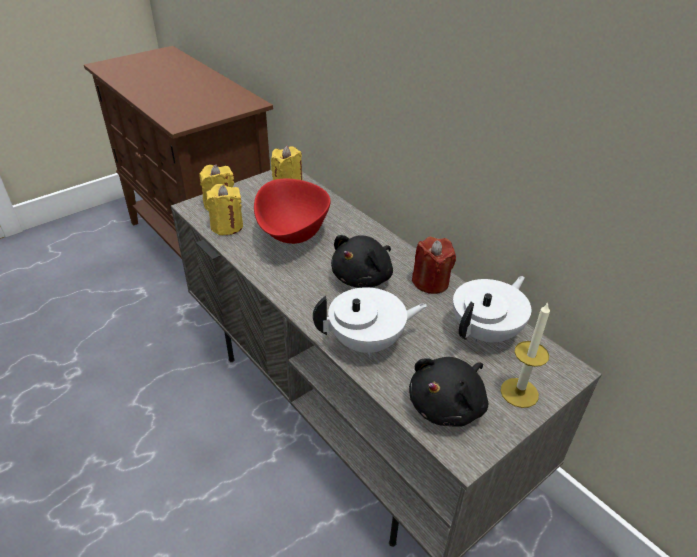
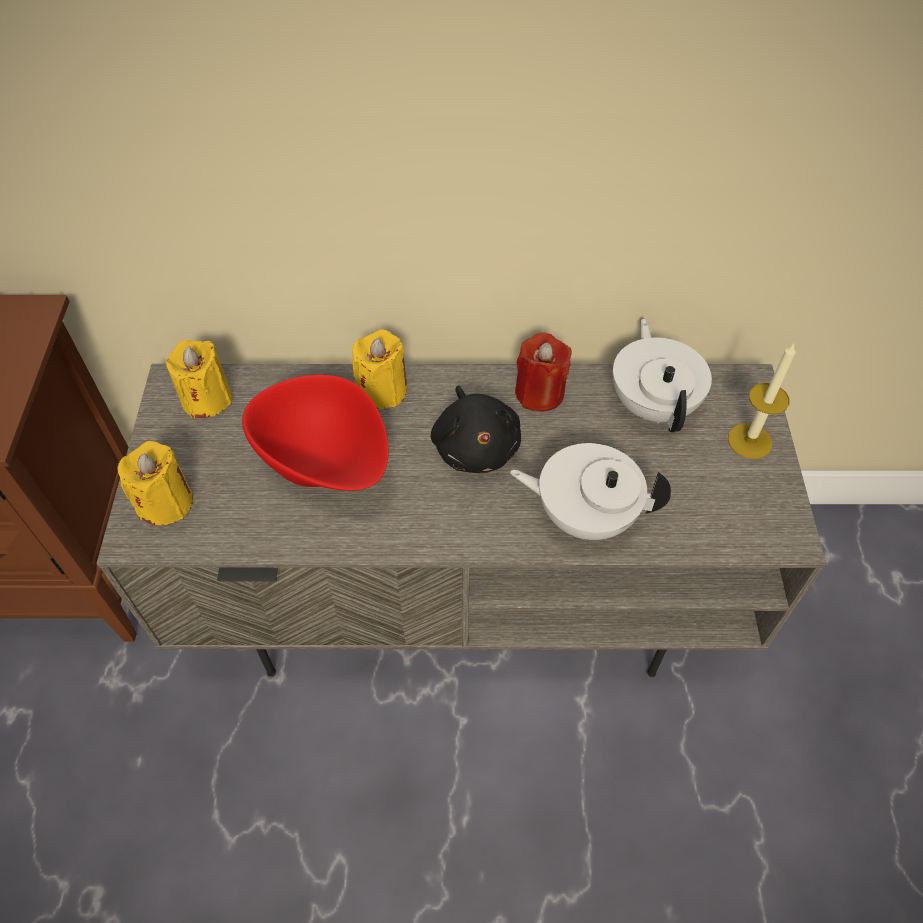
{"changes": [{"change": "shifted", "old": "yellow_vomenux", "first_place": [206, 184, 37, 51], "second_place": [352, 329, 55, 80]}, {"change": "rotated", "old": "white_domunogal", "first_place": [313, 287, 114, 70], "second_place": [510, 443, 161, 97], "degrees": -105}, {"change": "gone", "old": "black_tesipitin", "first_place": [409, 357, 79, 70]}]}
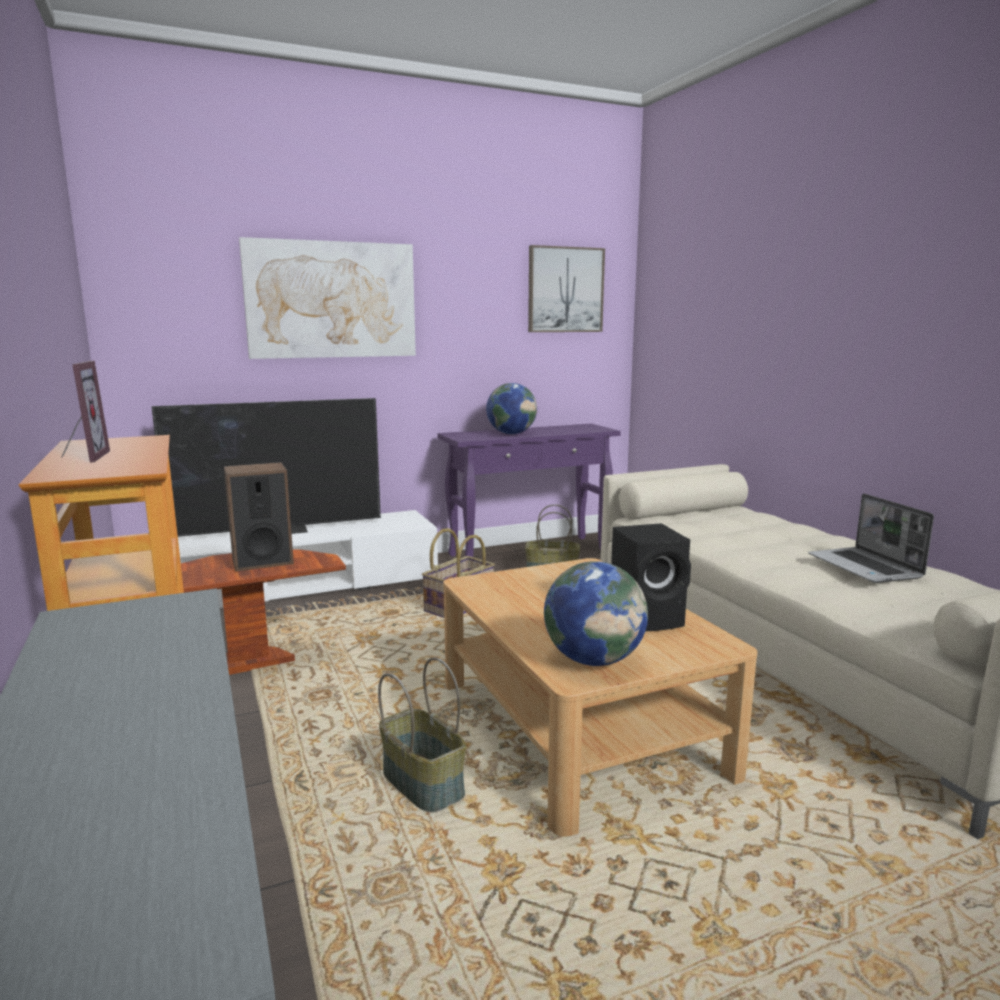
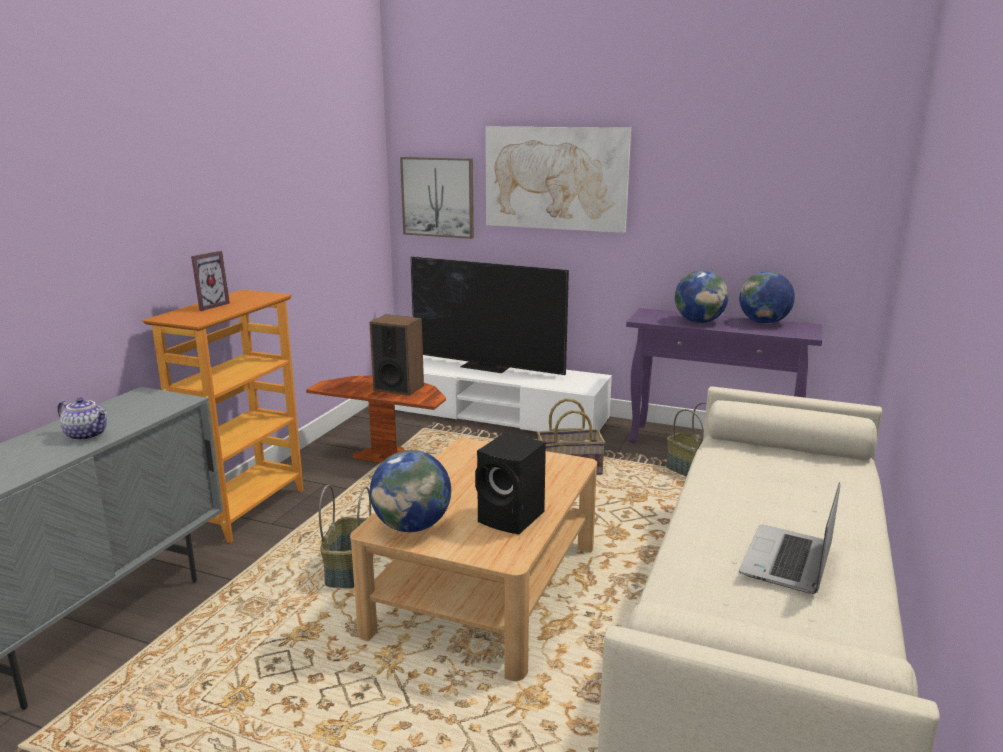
{"changes": [{"change": "shifted", "old": "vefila", "first_place": [528, 245, 77, 87], "second_place": [400, 157, 74, 82]}, {"change": "new", "new": "domunogal", "second_place": [58, 397, 49, 44]}, {"change": "new", "new": "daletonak", "second_place": [739, 271, 56, 53]}]}
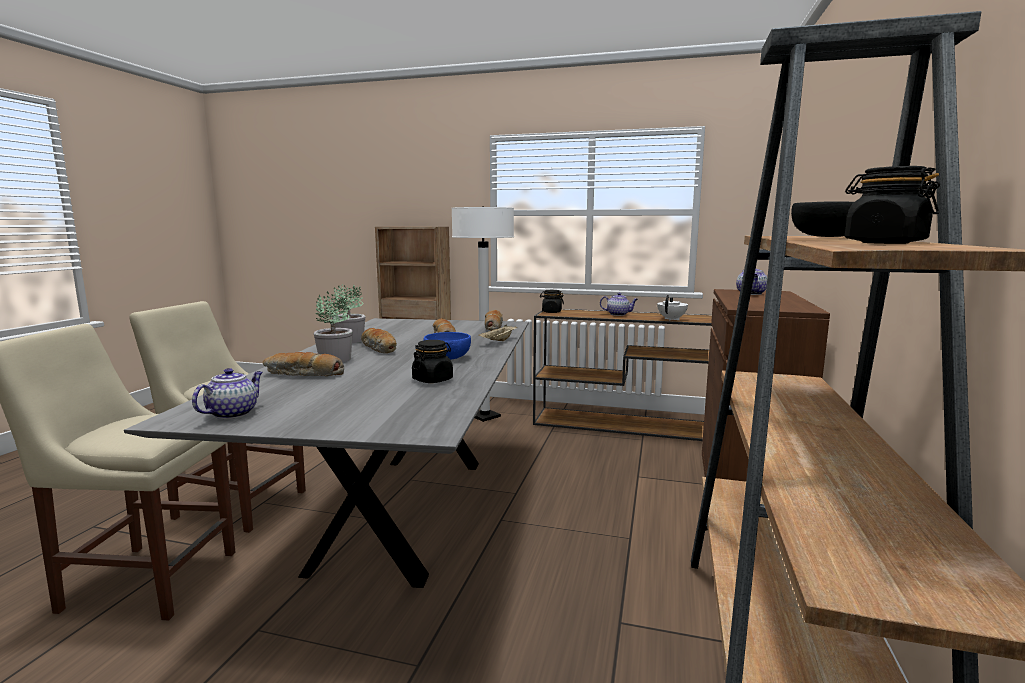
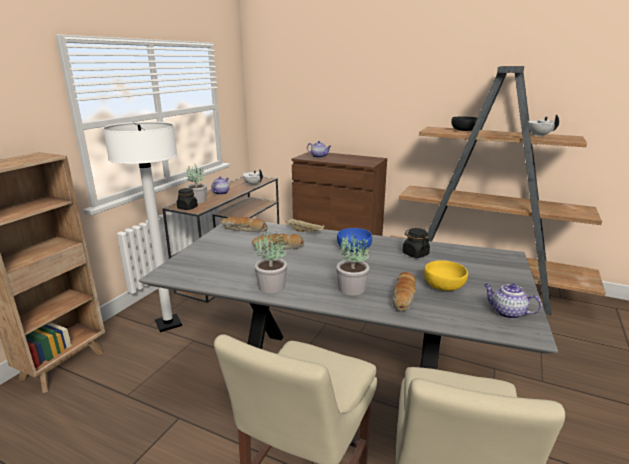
{"changes": [{"change": "gone", "old": "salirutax", "first_place": [361, 328, 36, 25]}, {"change": "swapped", "old": "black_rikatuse", "new": "white_domunogal", "first_place": [845, 166, 95, 78], "second_place": [528, 114, 31, 23]}, {"change": "new", "new": "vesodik", "second_place": [186, 164, 21, 39]}, {"change": "new", "new": "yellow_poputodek", "second_place": [424, 260, 44, 31]}]}
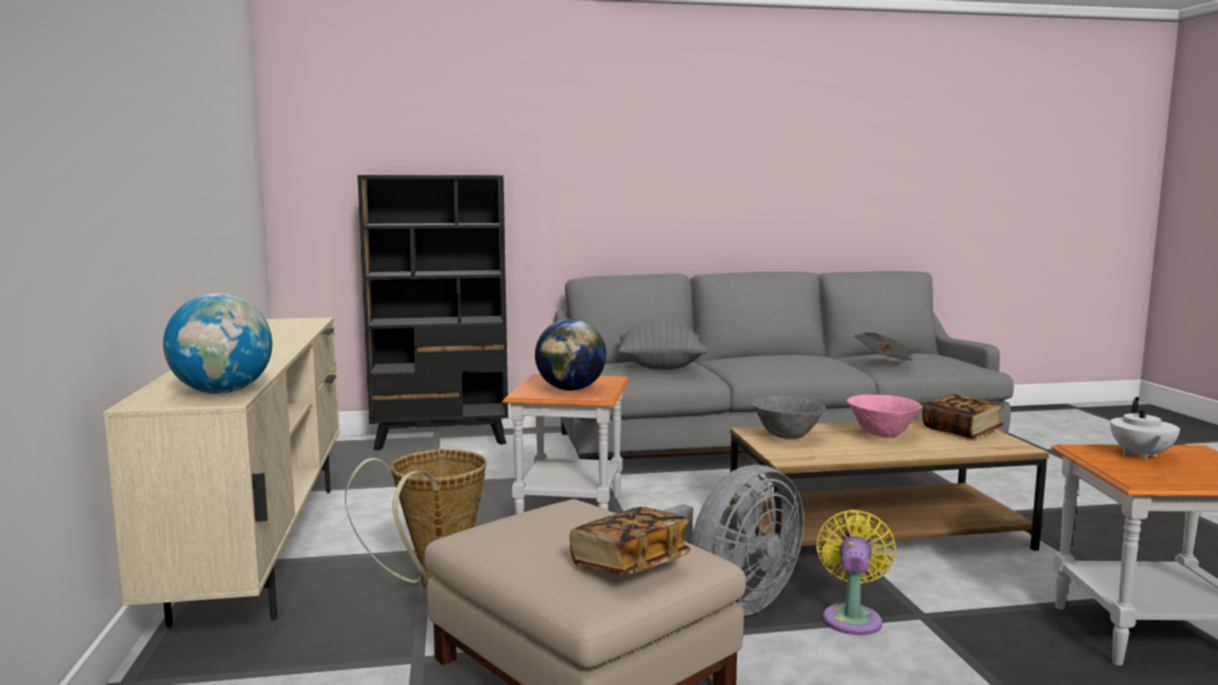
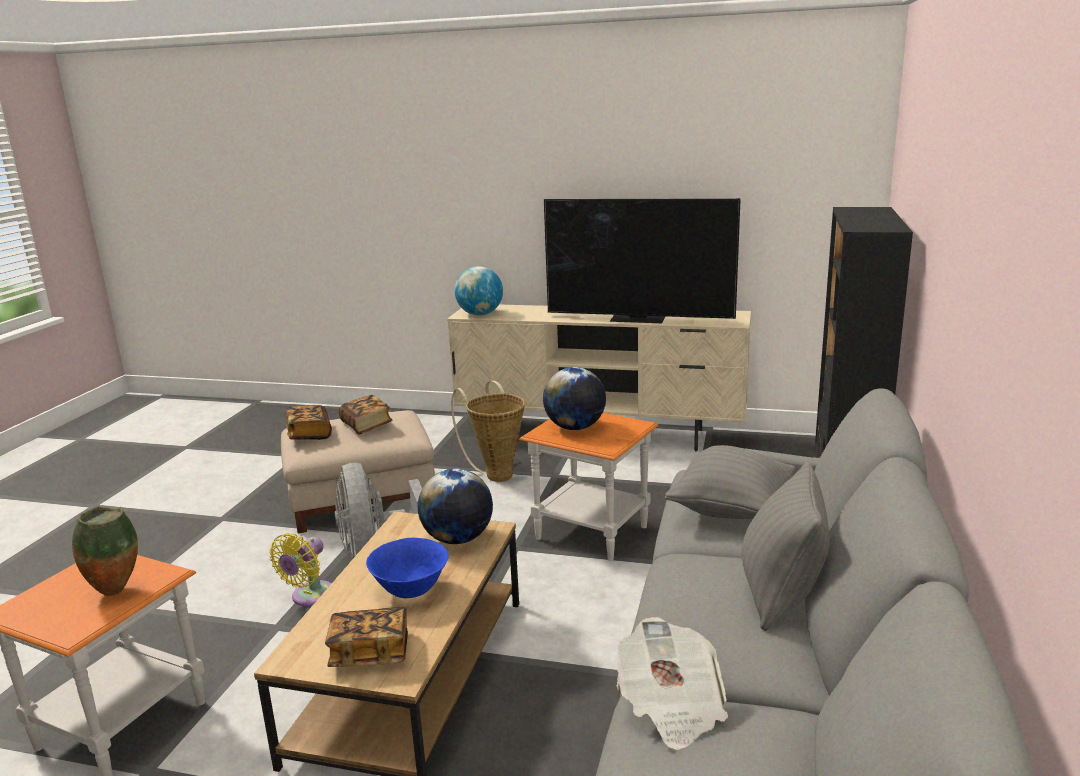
{"changes": [{"change": "swapped", "old": "grey_poputodek", "new": "daletonak", "first_place": [752, 396, 74, 43], "second_place": [418, 469, 75, 75]}, {"change": "rotated", "old": "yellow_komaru", "first_place": [816, 510, 80, 125], "second_place": [269, 533, 62, 74], "degrees": 75}, {"change": "repainted", "old": "pink_poputodek", "new": "blue_poputodek", "first_place": [847, 394, 75, 44], "second_place": [366, 538, 83, 60]}, {"change": "swapped", "old": "white_domunogal", "new": "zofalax", "first_place": [1110, 397, 70, 63], "second_place": [72, 506, 66, 90]}, {"change": "new", "new": "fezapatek", "second_place": [339, 395, 54, 40]}, {"change": "new", "new": "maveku", "second_place": [544, 198, 197, 125]}, {"change": "new", "new": "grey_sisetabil", "second_place": [742, 461, 88, 170]}]}
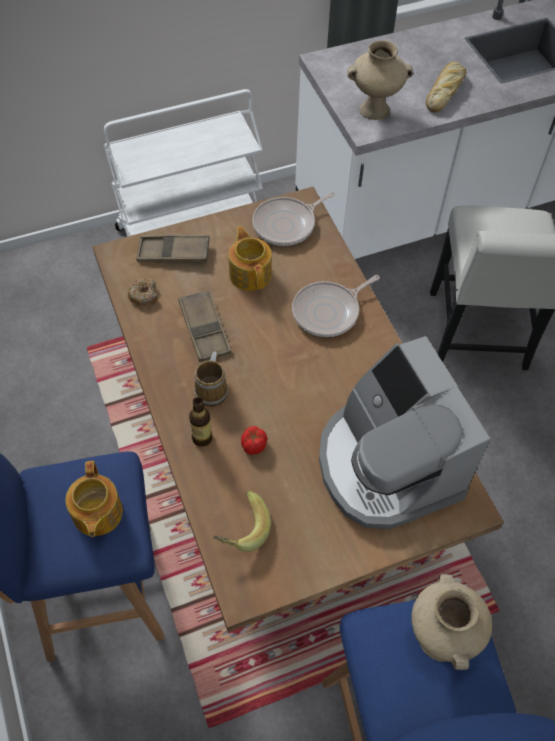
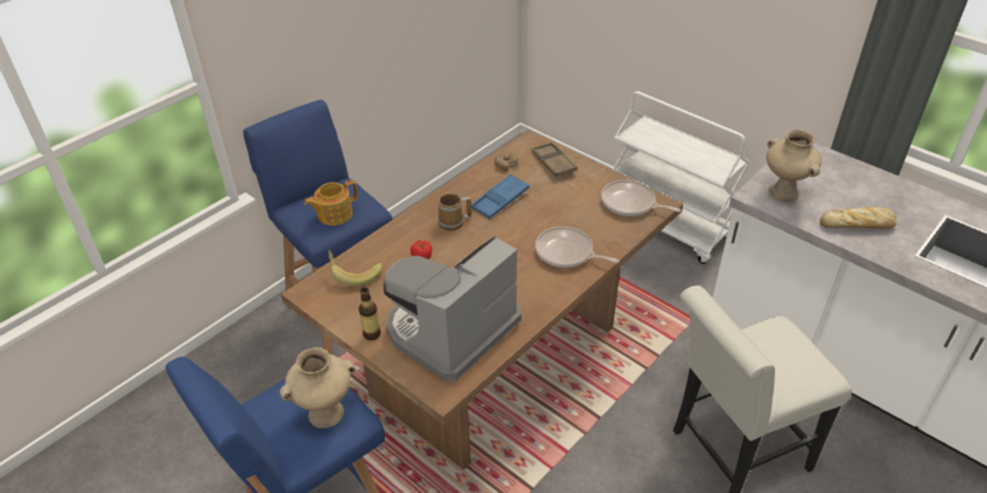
{"changes": [{"change": "repainted", "old": "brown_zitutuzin", "new": "blue_zitutuzin", "first_place": [178, 290, 53, 72], "second_place": [471, 174, 59, 45]}, {"change": "shifted", "old": "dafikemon", "first_place": [189, 397, 24, 50], "second_place": [359, 287, 22, 53]}, {"change": "gone", "old": "domunogal", "first_place": [229, 226, 43, 65]}]}
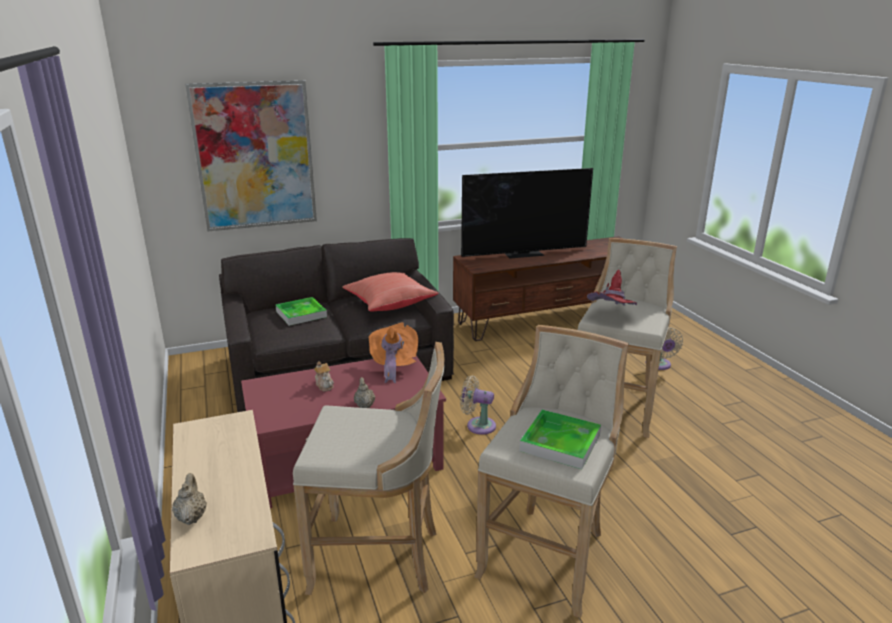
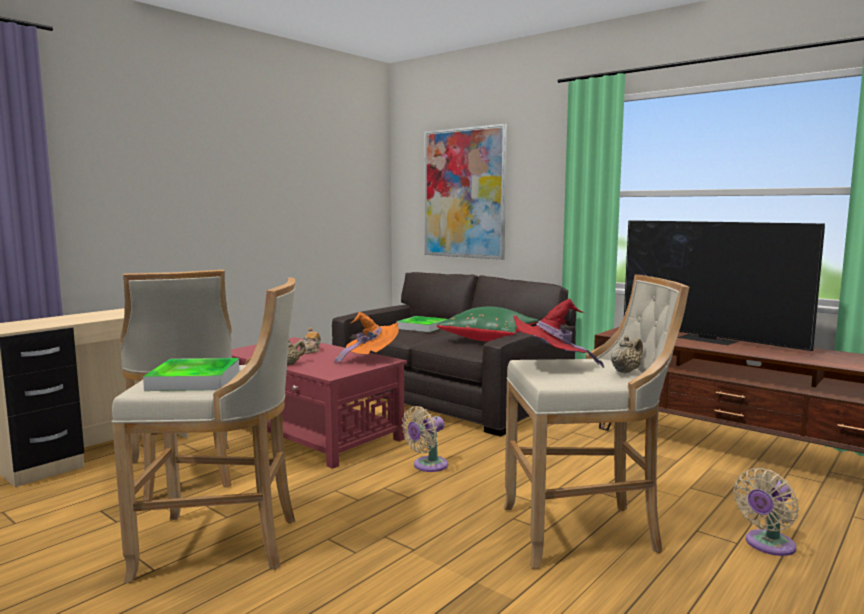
{"changes": [{"change": "shifted", "old": "beige_domunogal", "first_place": [172, 473, 35, 52], "second_place": [611, 336, 32, 37]}, {"change": "repainted", "old": "red_sisetabil", "new": "green_sisetabil", "first_place": [342, 272, 97, 39], "second_place": [436, 307, 103, 35]}, {"change": "rotated", "old": "beige_komaru", "first_place": [460, 375, 36, 60], "second_place": [402, 406, 46, 66], "degrees": -120}]}
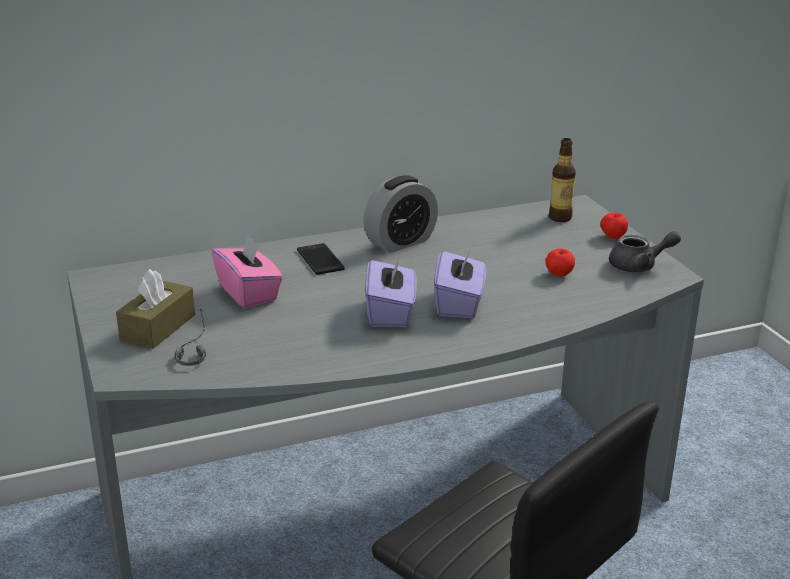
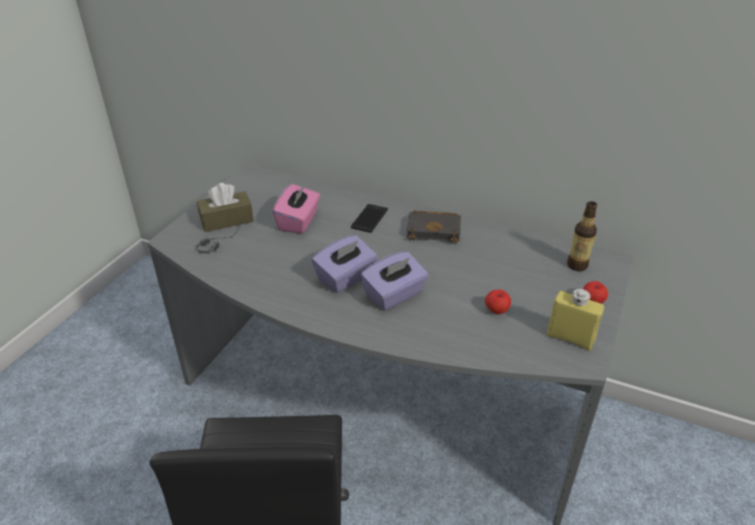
{"changes": [{"change": "swapped", "old": "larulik", "new": "black_fezapatek", "first_place": [363, 175, 75, 78], "second_place": [407, 210, 54, 33]}, {"change": "swapped", "old": "grey_domunogal", "new": "yellow_dafikemon", "first_place": [609, 231, 72, 41], "second_place": [547, 289, 57, 62]}]}
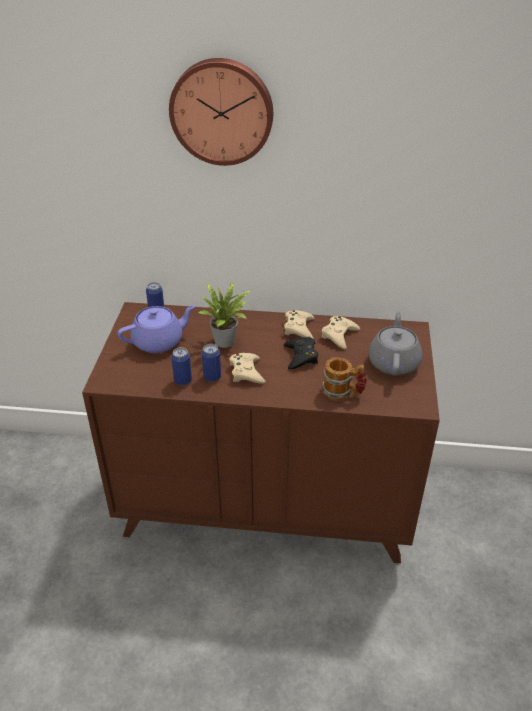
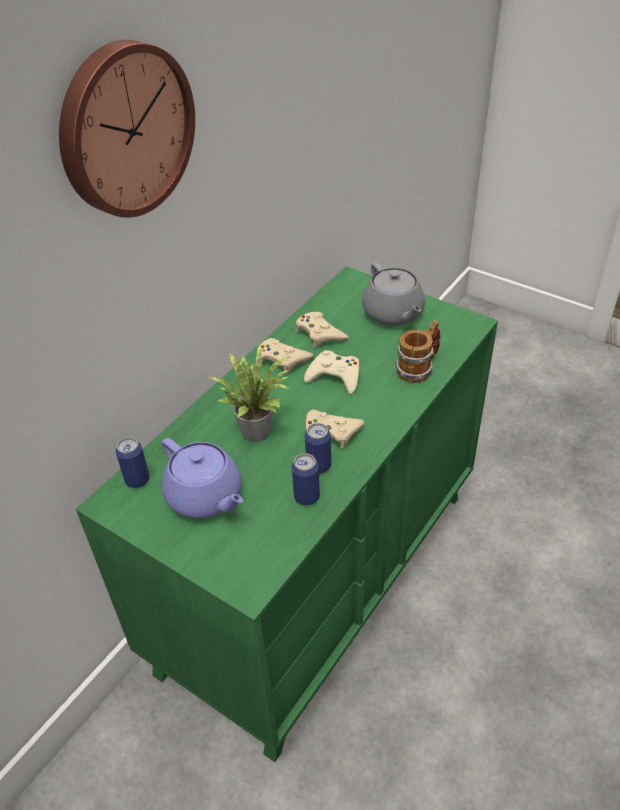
{"changes": [{"change": "repainted", "old": "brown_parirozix", "new": "green_parirozix", "first_place": [82, 302, 358, 261], "second_place": [76, 266, 422, 496]}, {"change": "rotated", "old": "purple_domunogal", "first_place": [117, 305, 79, 48], "second_place": [162, 438, 81, 80], "degrees": 135}, {"change": "repainted", "old": "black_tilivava", "new": "beige_tilivava", "first_place": [284, 337, 34, 32], "second_place": [304, 350, 55, 44]}, {"change": "rotated", "old": "grey_domunogal", "first_place": [368, 311, 54, 64], "second_place": [362, 262, 63, 64], "degrees": -150}]}
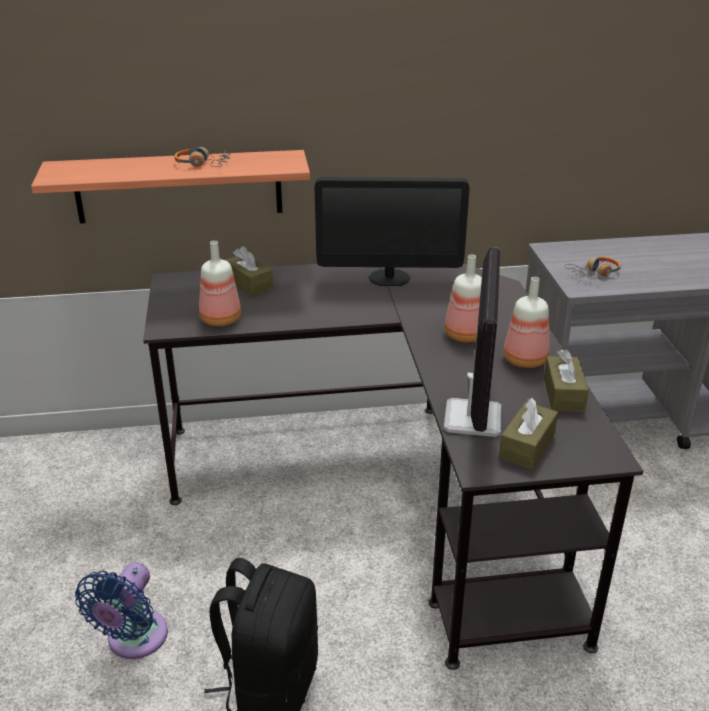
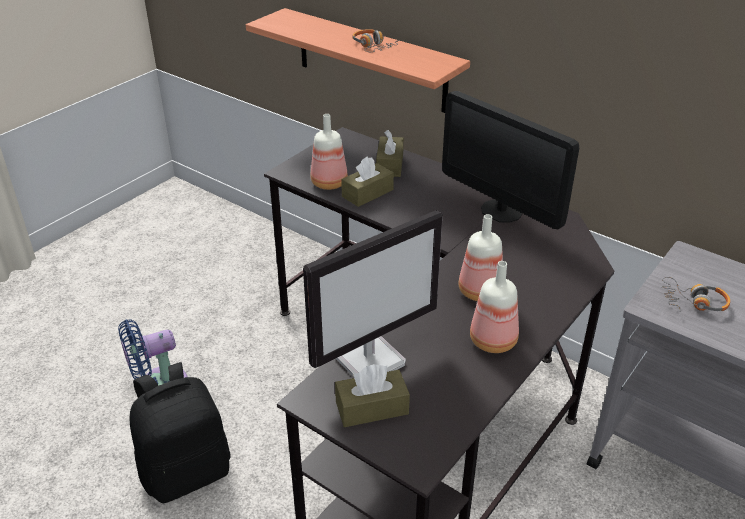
{"changes": [{"change": "shifted", "old": "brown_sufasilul", "first_place": [544, 350, 45, 62], "second_place": [341, 156, 53, 51]}]}
